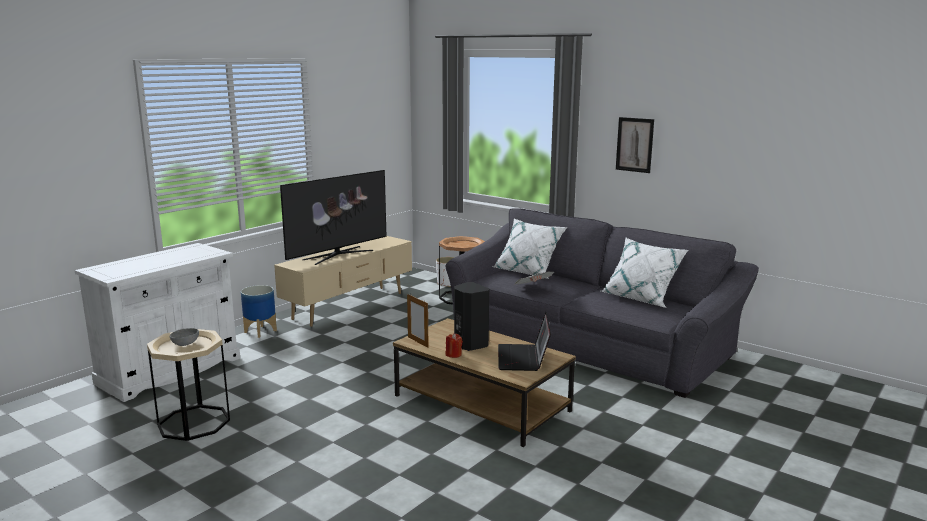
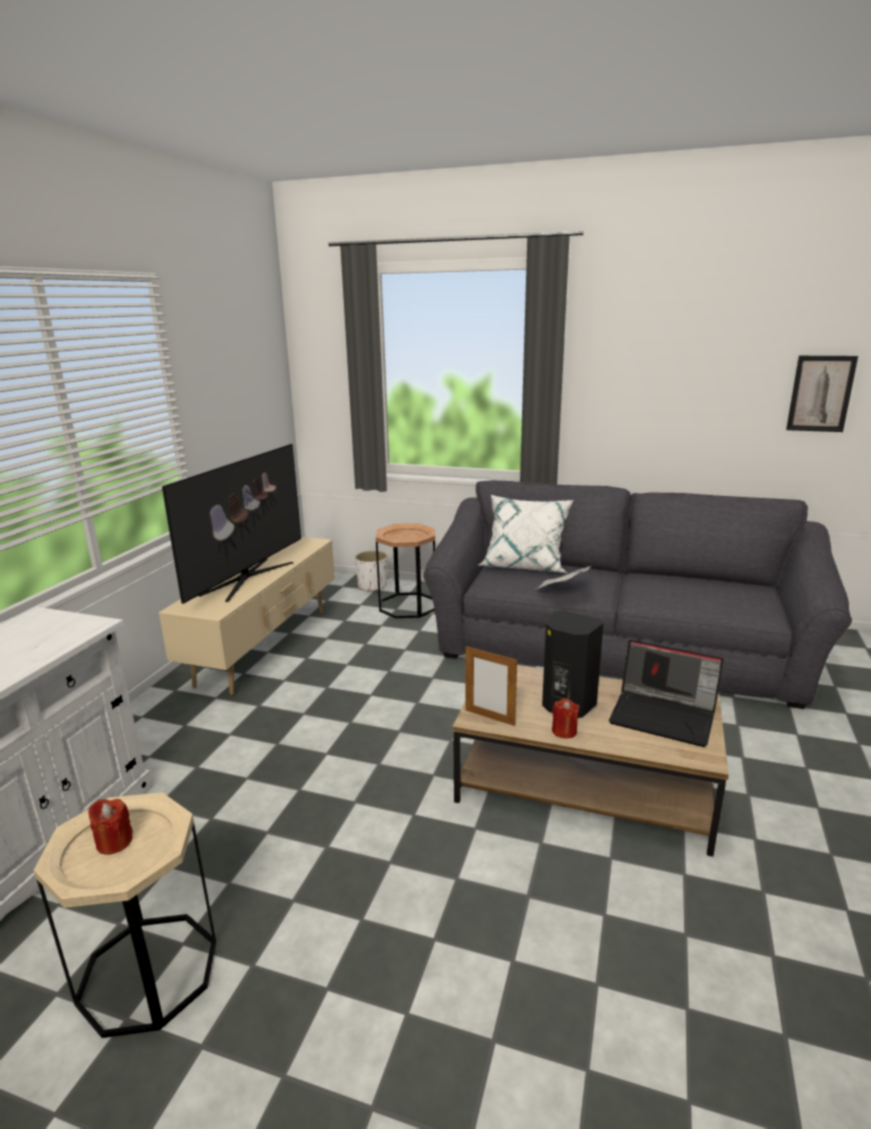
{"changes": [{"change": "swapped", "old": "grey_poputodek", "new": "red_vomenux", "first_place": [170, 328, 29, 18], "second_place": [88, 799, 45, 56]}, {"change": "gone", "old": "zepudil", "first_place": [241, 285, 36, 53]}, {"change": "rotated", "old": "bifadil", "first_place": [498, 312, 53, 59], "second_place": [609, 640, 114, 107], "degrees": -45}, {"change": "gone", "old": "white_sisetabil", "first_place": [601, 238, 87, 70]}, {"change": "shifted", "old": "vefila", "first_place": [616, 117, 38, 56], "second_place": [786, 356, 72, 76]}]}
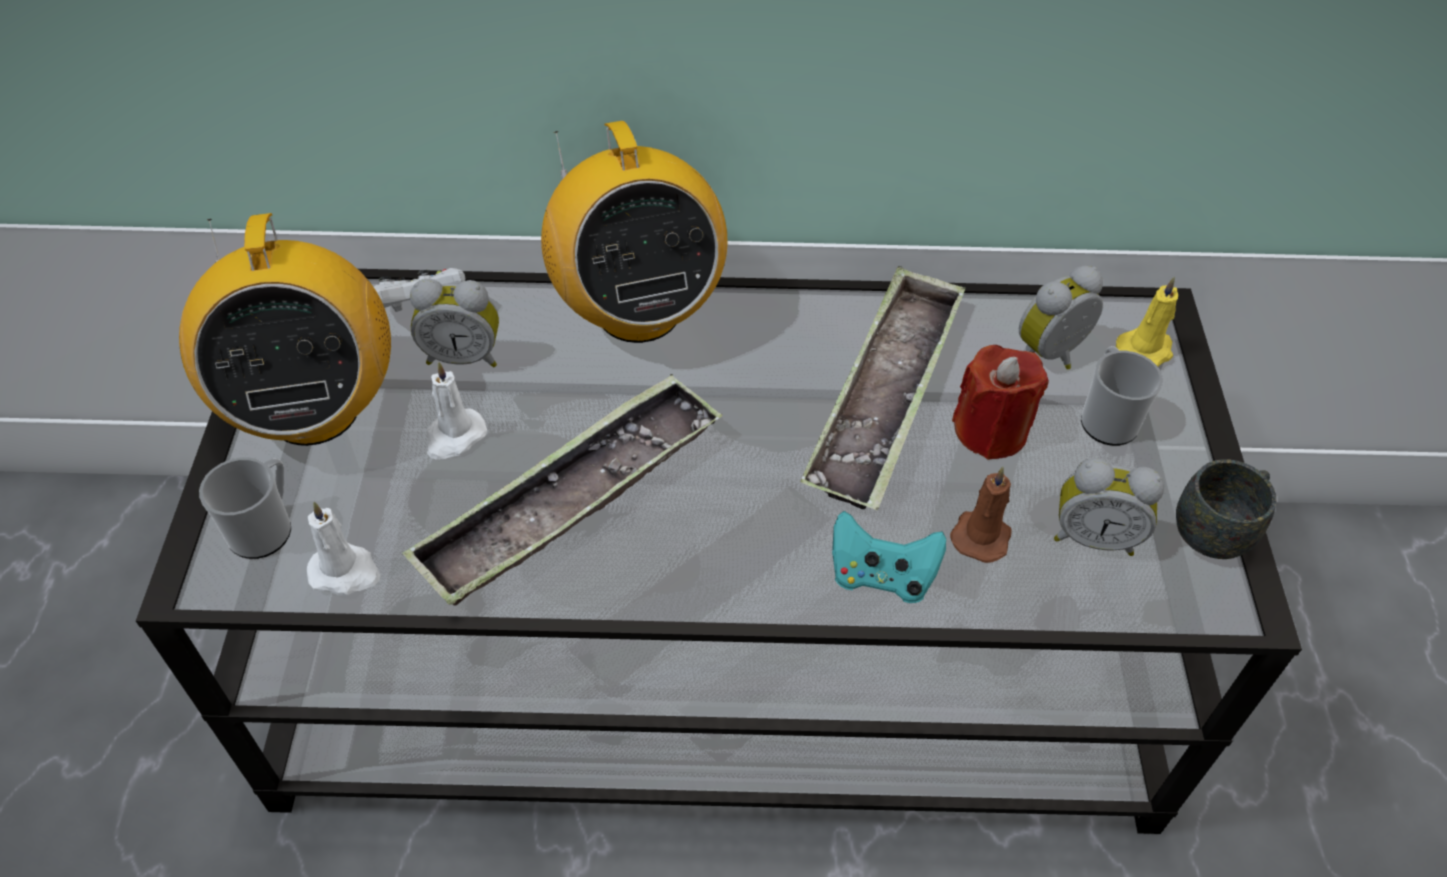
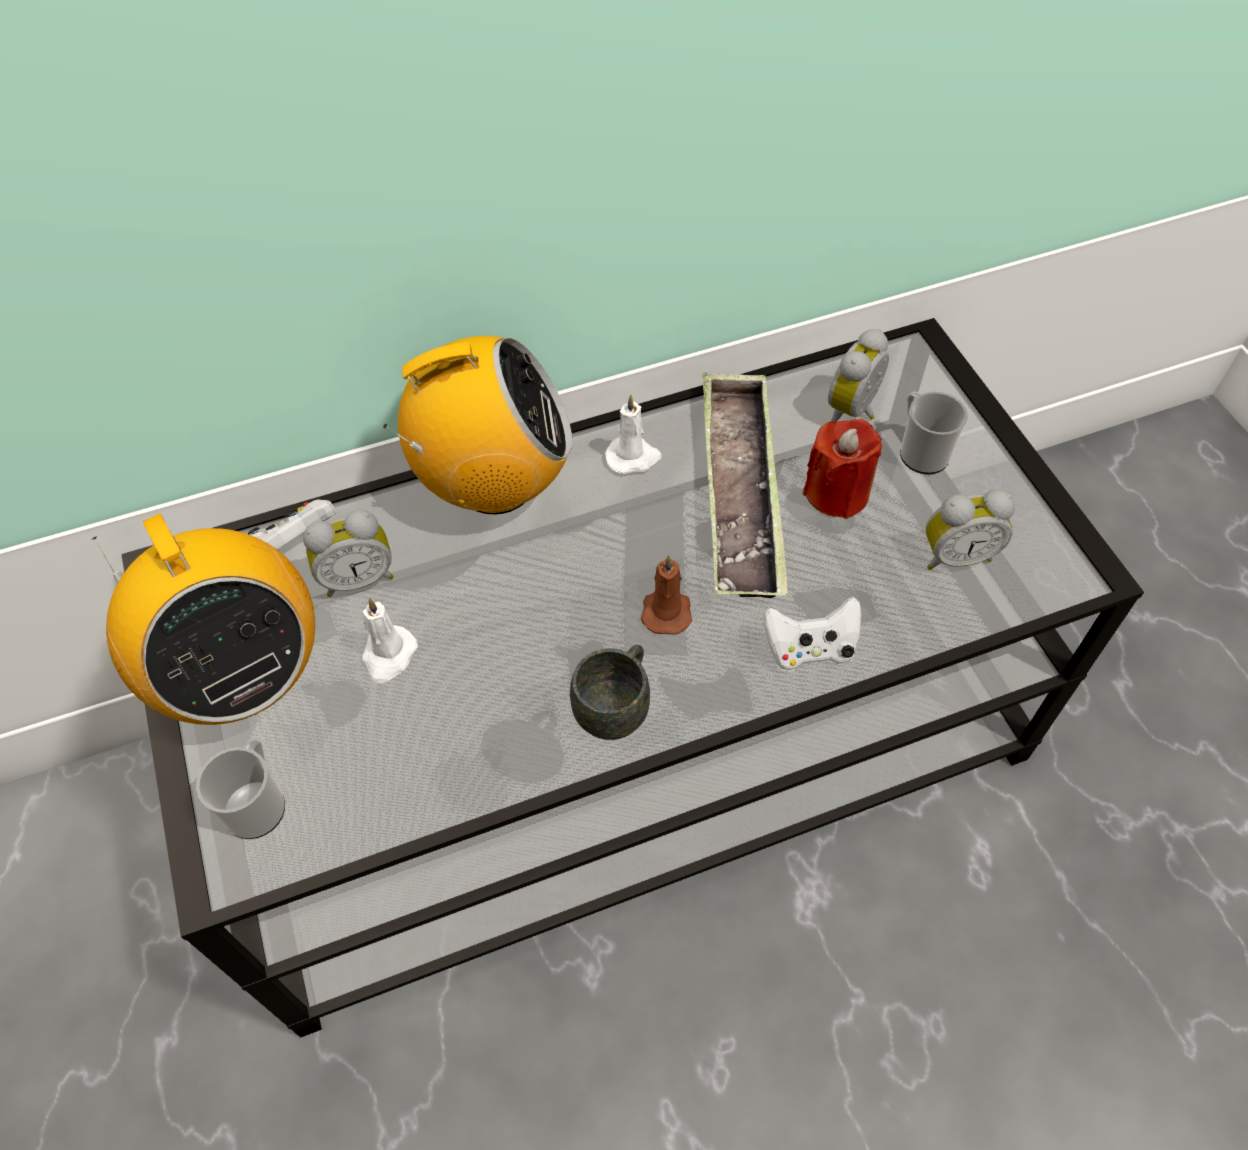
{"changes": [{"change": "shifted", "old": "white_vomenux", "first_place": [307, 502, 73, 94], "second_place": [605, 395, 57, 79]}, {"change": "gone", "old": "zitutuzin", "first_place": [402, 374, 320, 232]}, {"change": "rotated", "old": "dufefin", "first_place": [541, 121, 187, 222], "second_place": [383, 336, 190, 179], "degrees": -60}, {"change": "repainted", "old": "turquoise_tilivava", "new": "white_tilivava", "first_place": [832, 511, 114, 92], "second_place": [763, 597, 98, 74]}, {"change": "shifted", "old": "brown_vomenux", "first_place": [950, 467, 62, 96], "second_place": [641, 555, 51, 79]}, {"change": "gone", "old": "yellow_vomenux", "first_place": [1116, 276, 62, 90]}, {"change": "shifted", "old": "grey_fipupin", "first_place": [1176, 459, 100, 100], "second_place": [570, 645, 80, 95]}]}
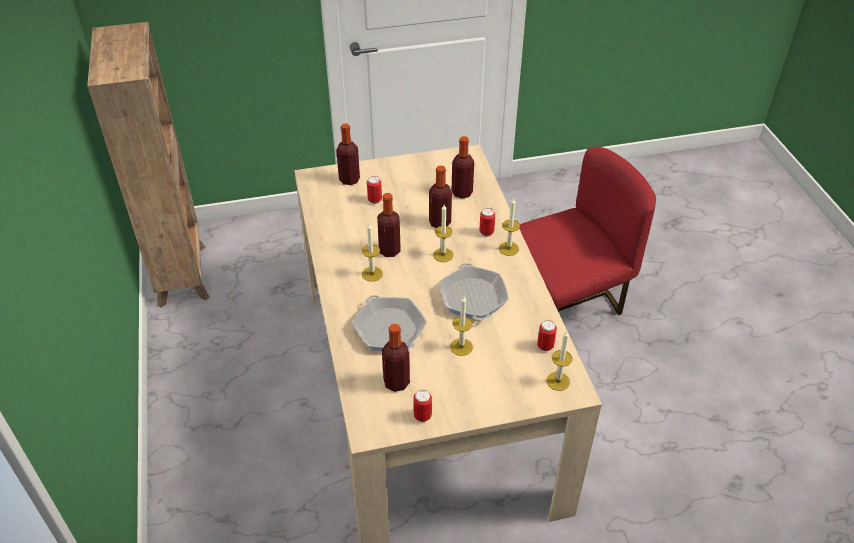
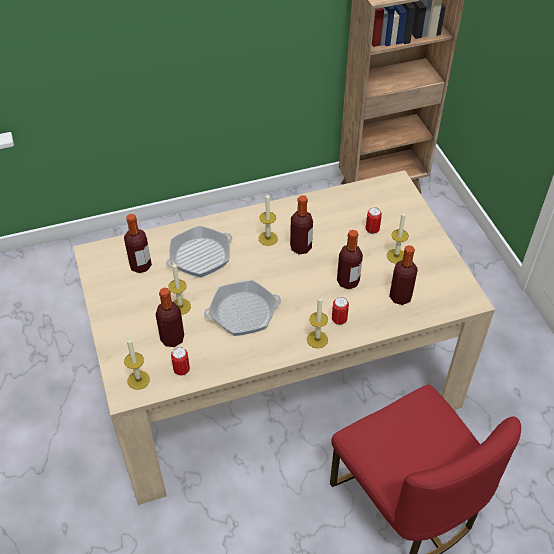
{"changes": [{"change": "shifted", "old": "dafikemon", "first_place": [336, 123, 24, 62], "second_place": [156, 288, 28, 59]}, {"change": "gone", "old": "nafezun", "first_place": [413, 390, 19, 32]}, {"change": "shifted", "old": "vomenux", "first_place": [433, 205, 20, 57], "second_place": [387, 211, 22, 53]}]}
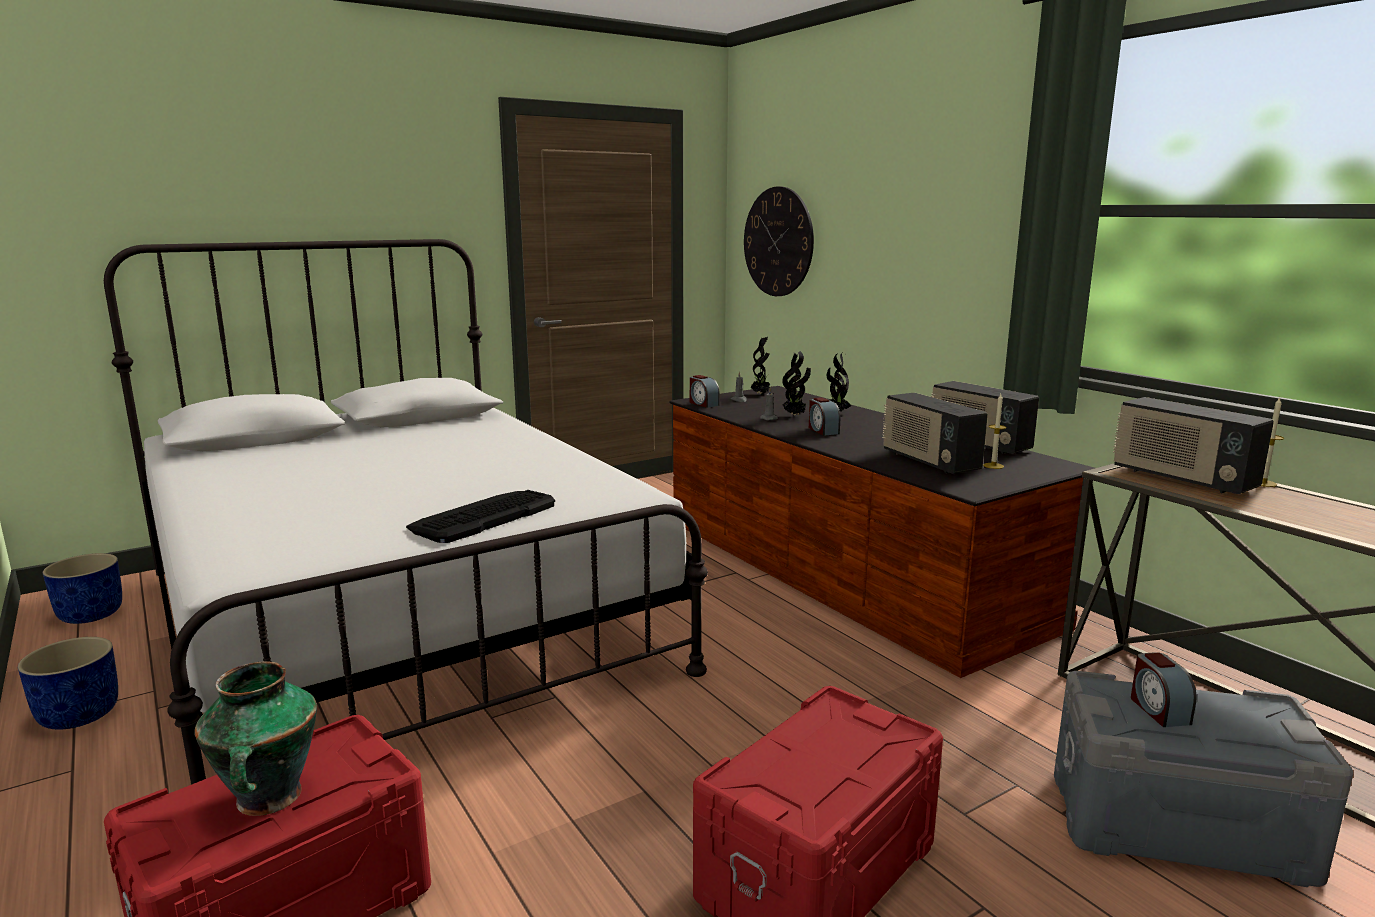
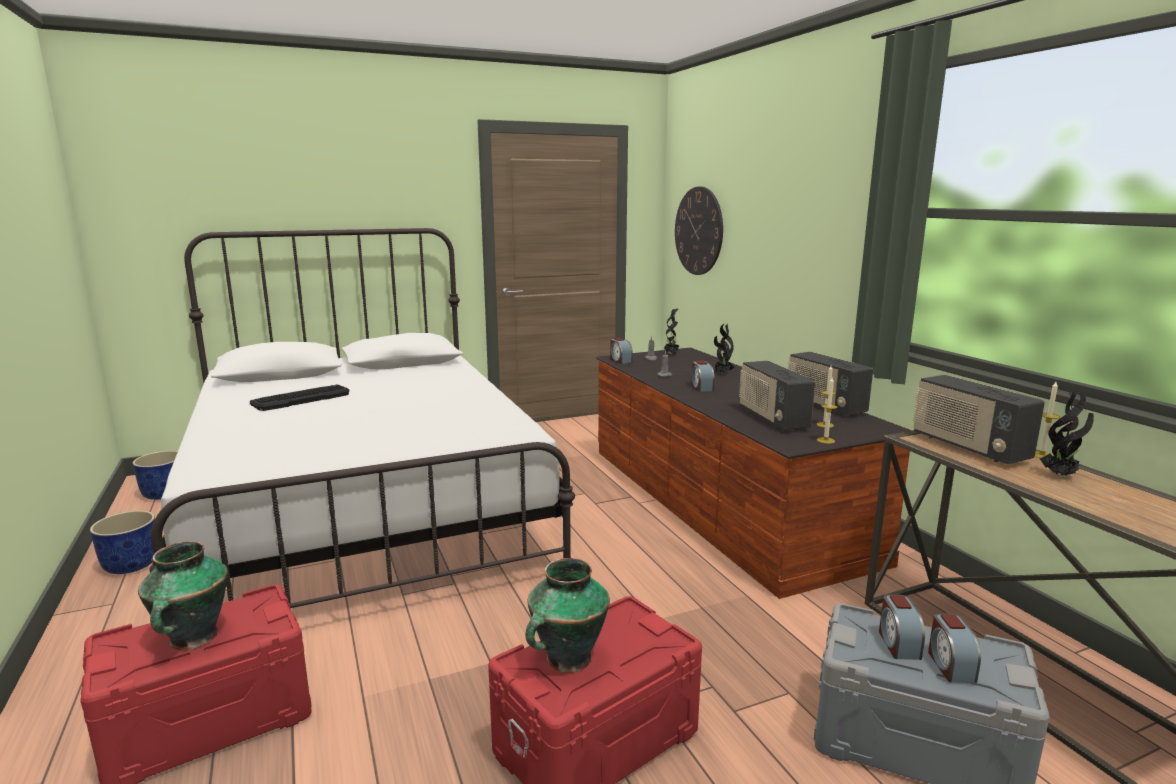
{"changes": [{"change": "shifted", "old": "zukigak", "first_place": [406, 490, 149, 53], "second_place": [250, 384, 100, 27]}, {"change": "shifted", "old": "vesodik", "first_place": [782, 351, 29, 64], "second_place": [1040, 389, 54, 88]}, {"change": "new", "new": "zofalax", "second_place": [526, 558, 84, 115]}, {"change": "new", "new": "vomenux", "second_place": [817, 377, 20, 67]}, {"change": "new", "new": "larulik", "second_place": [928, 613, 53, 70]}]}
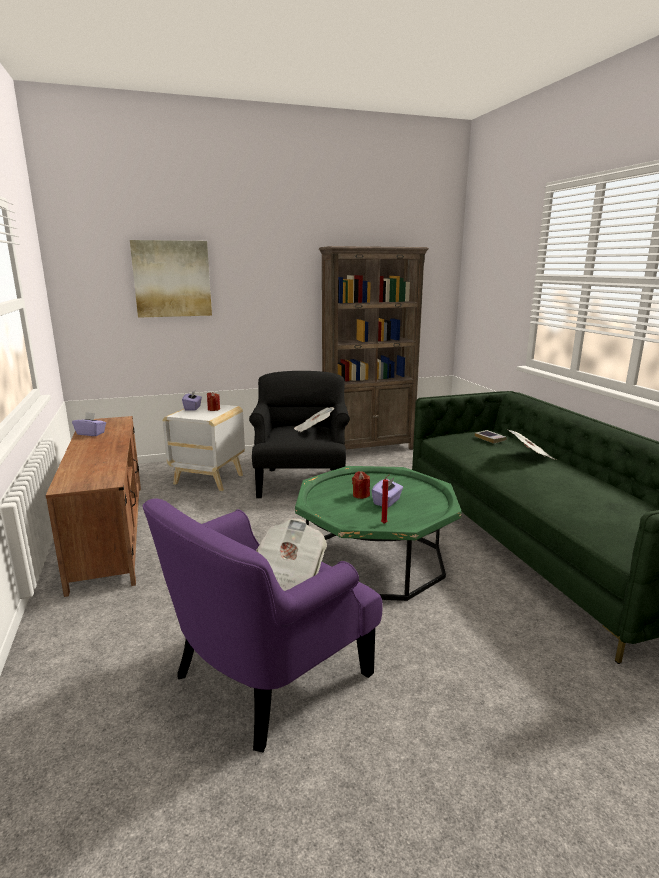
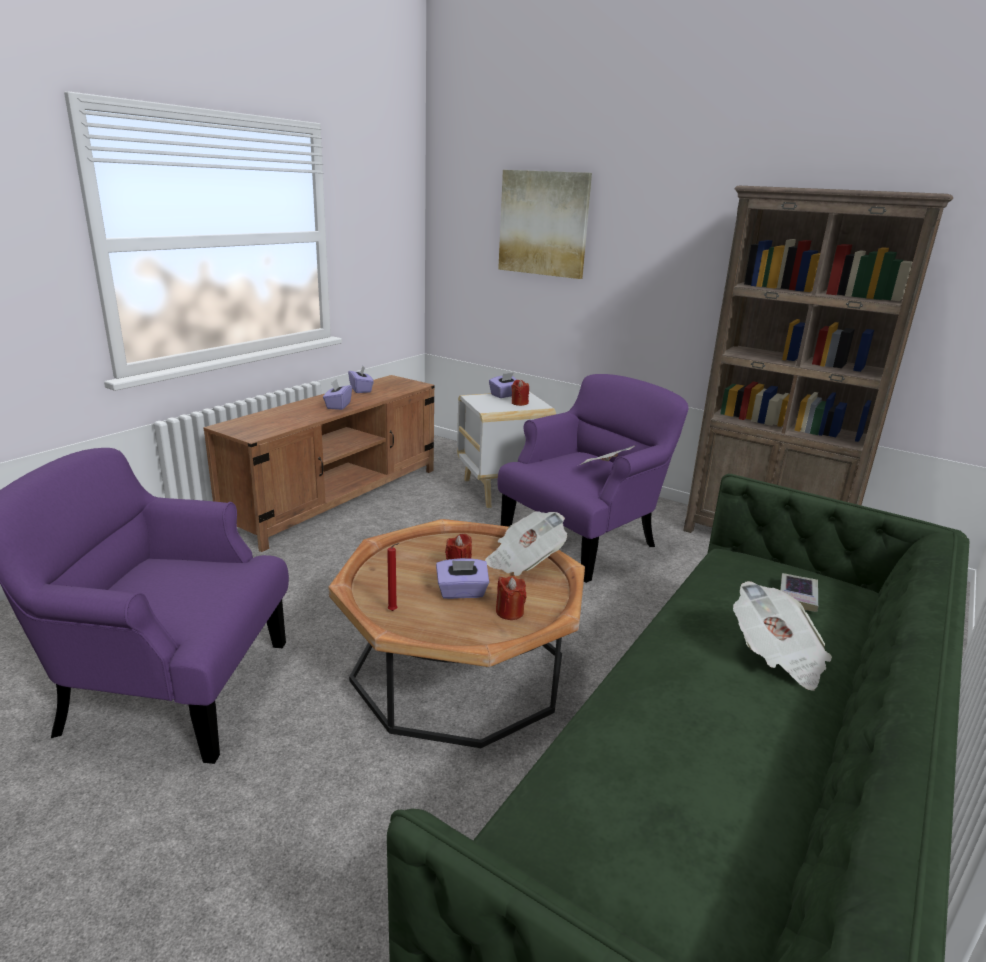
{"changes": [{"change": "repainted", "old": "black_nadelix", "new": "purple_nadelix", "first_place": [249, 371, 101, 127], "second_place": [497, 374, 191, 209]}, {"change": "shifted", "old": "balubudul", "first_place": [256, 518, 71, 73], "second_place": [485, 511, 82, 65]}, {"change": "repainted", "old": "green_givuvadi", "new": "brown_givuvadi", "first_place": [295, 466, 167, 135], "second_place": [329, 519, 256, 229]}, {"change": "new", "new": "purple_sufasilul", "second_place": [323, 379, 29, 31]}, {"change": "new", "new": "red_vomenux", "second_place": [496, 576, 30, 44]}]}
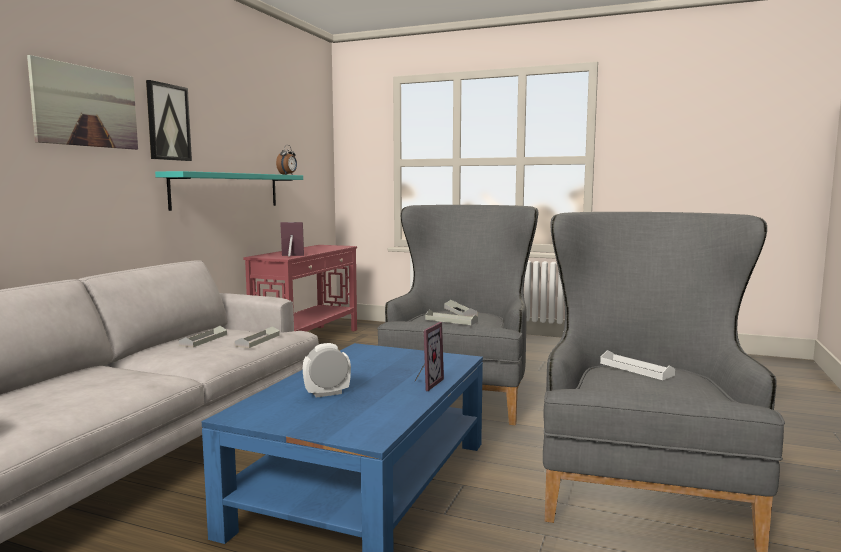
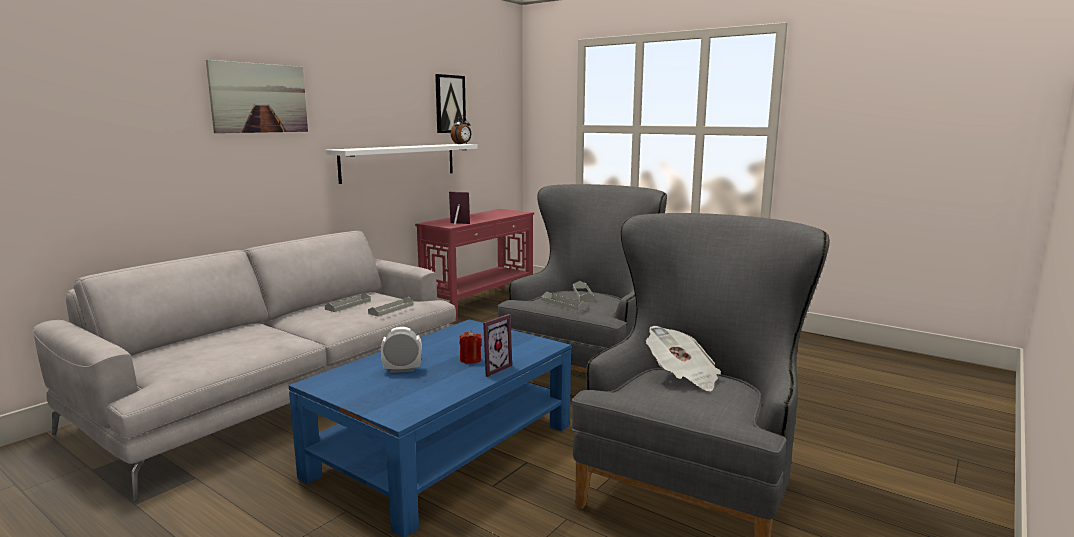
{"changes": [{"change": "shifted", "old": "vefila", "first_place": [146, 80, 46, 81], "second_place": [435, 74, 31, 59]}, {"change": "repainted", "old": "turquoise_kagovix", "new": "white_kagovix", "first_place": [155, 171, 148, 40], "second_place": [326, 144, 152, 40]}, {"change": "swapped", "old": "white_zitutuzin", "new": "balubudul", "first_place": [600, 350, 75, 30], "second_place": [646, 326, 75, 65]}, {"change": "new", "new": "red_vomenux", "second_place": [459, 330, 23, 34]}]}
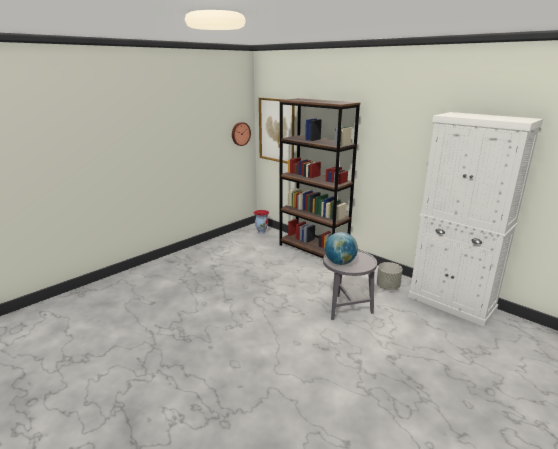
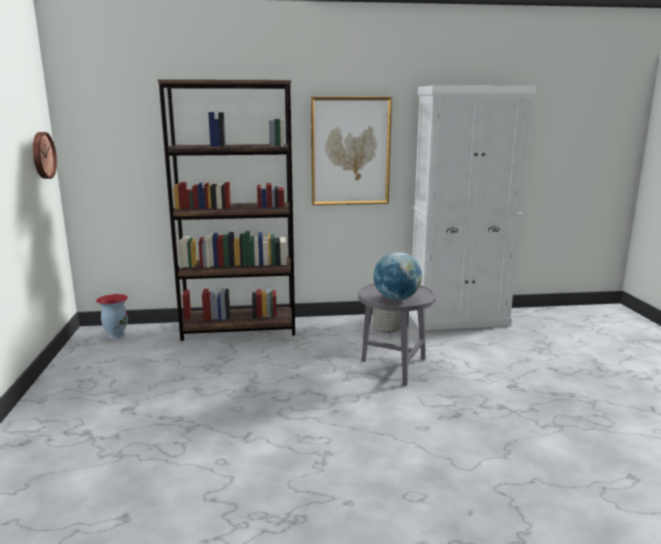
{"changes": [{"change": "shifted", "old": "vefila", "first_place": [259, 98, 36, 66], "second_place": [311, 97, 81, 108]}]}
